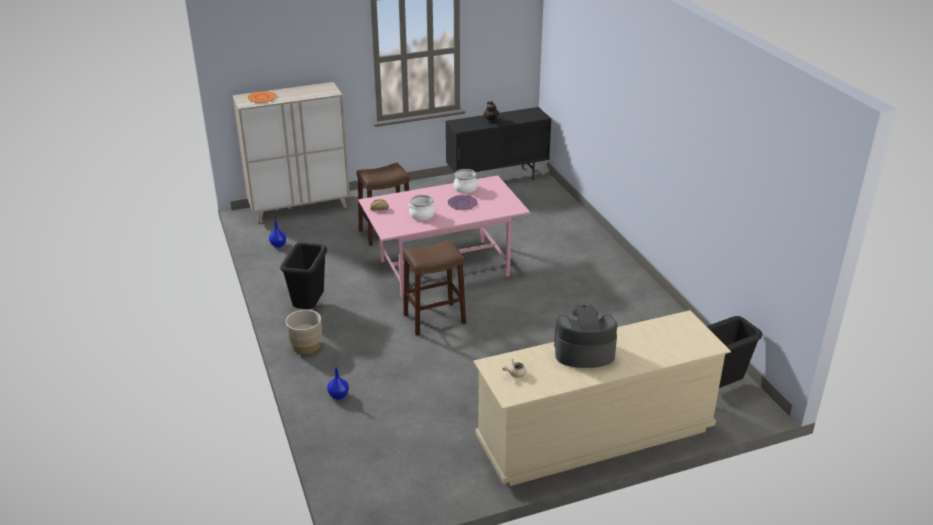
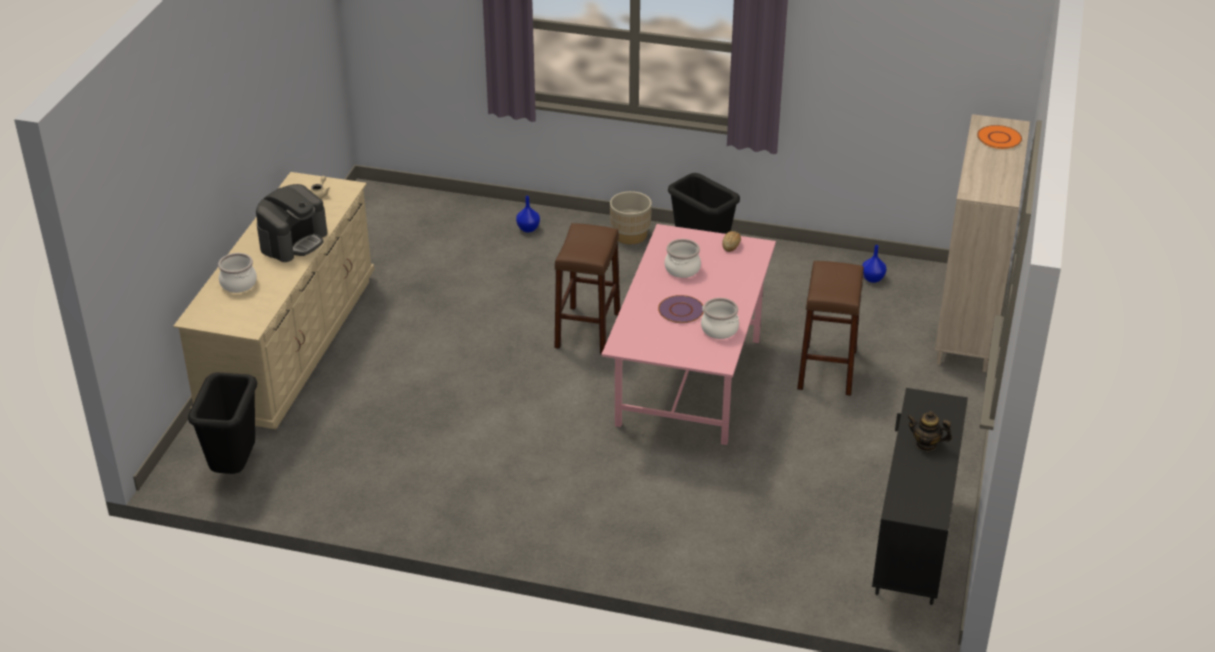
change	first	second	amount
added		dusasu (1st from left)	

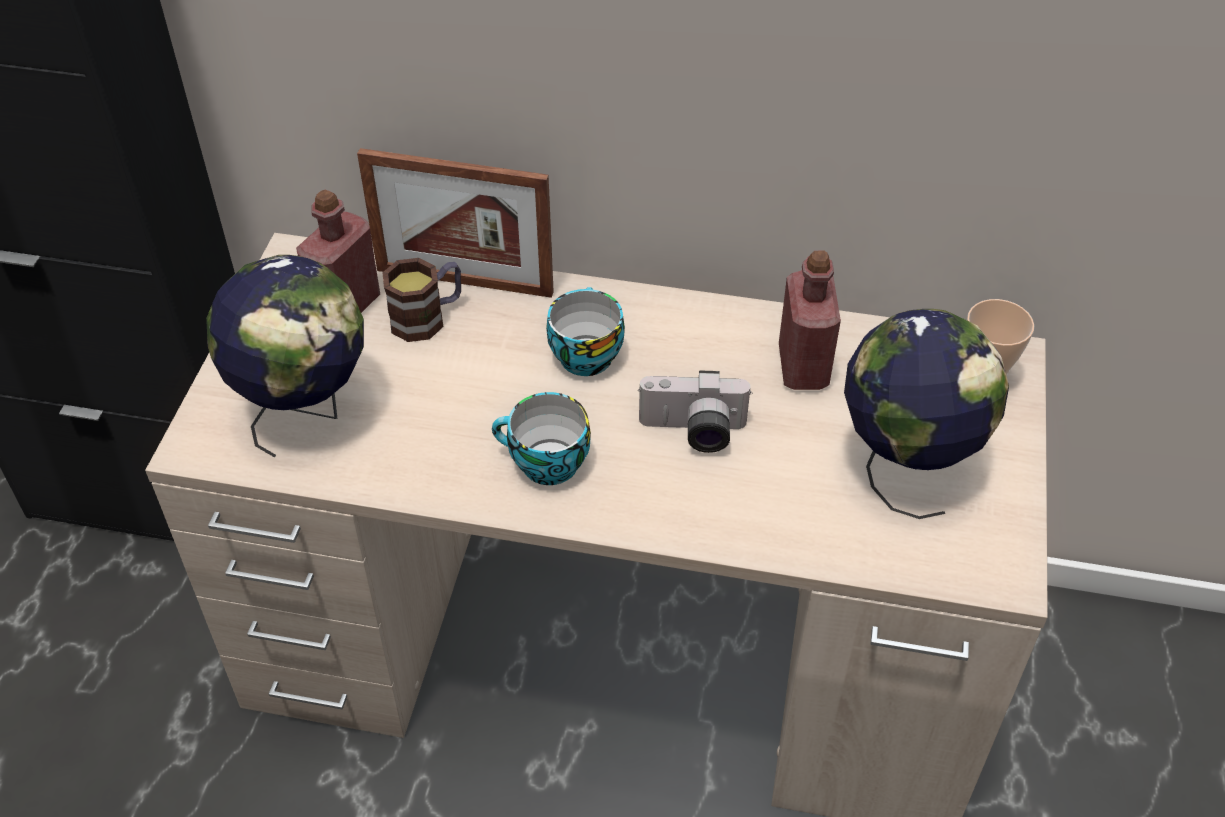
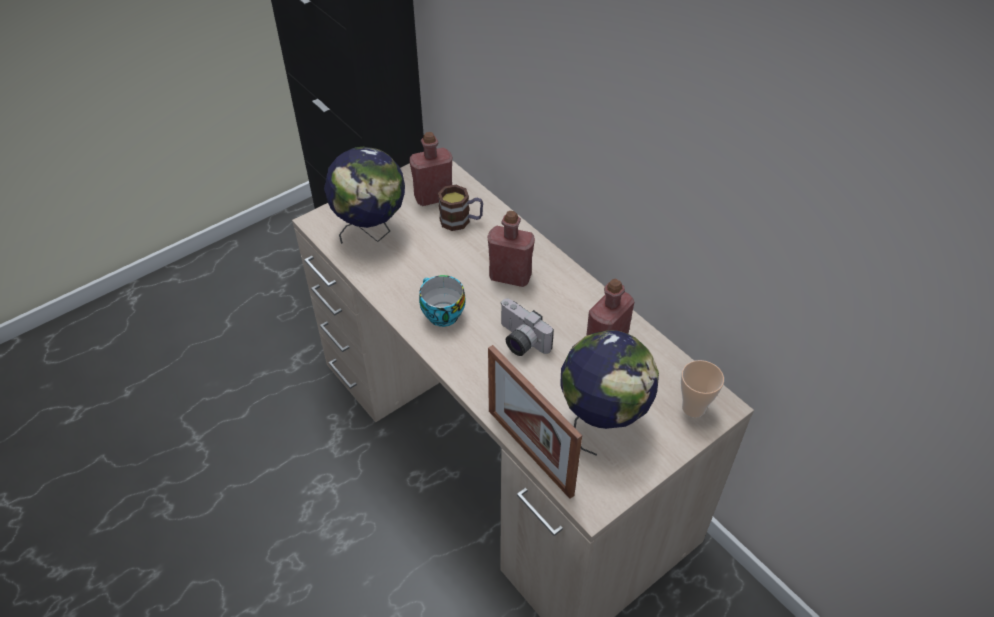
change	first	second	amount
replaced	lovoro (2nd from left)	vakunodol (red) (2nd from left)	
moved	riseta		

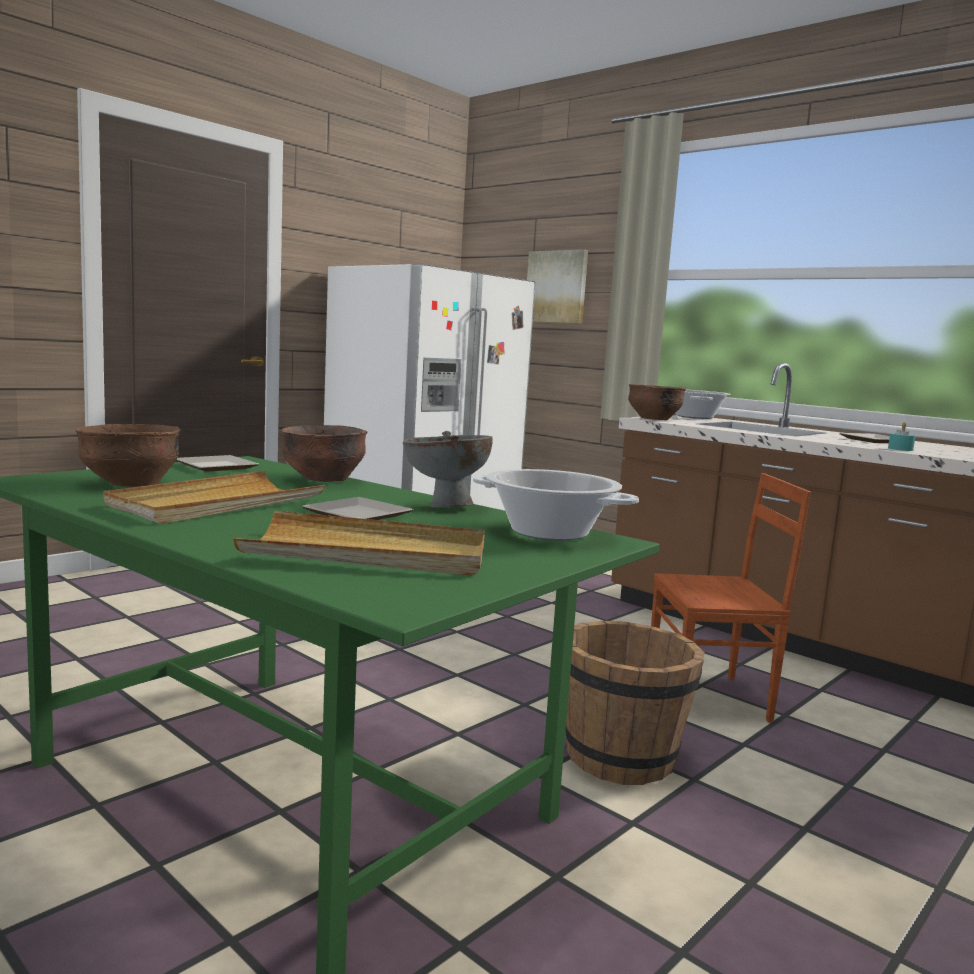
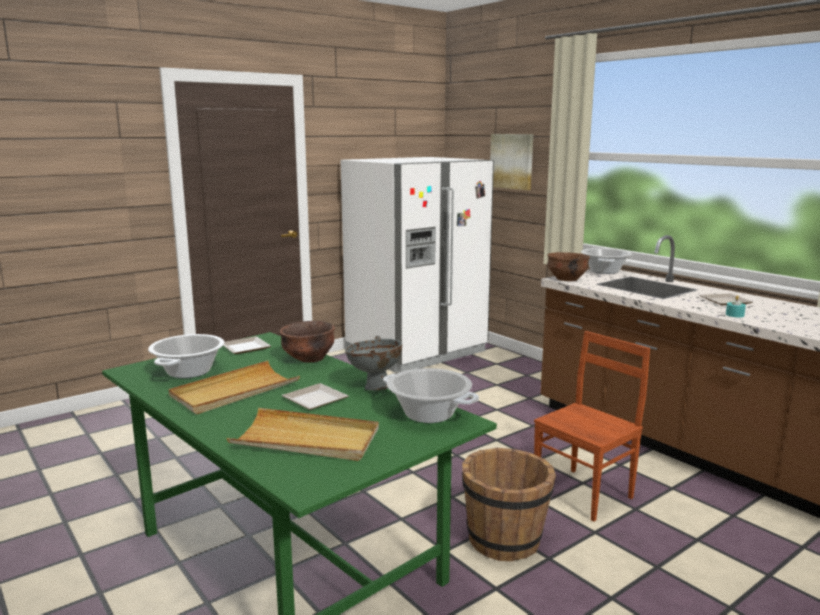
change	first	second	amount
replaced	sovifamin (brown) (1st from left)	dusasu (1st from left)	
turned	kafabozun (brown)		45 degrees counterclockwise

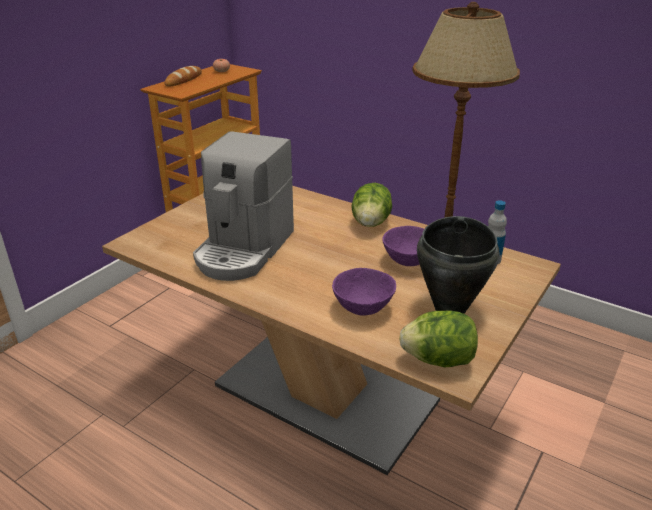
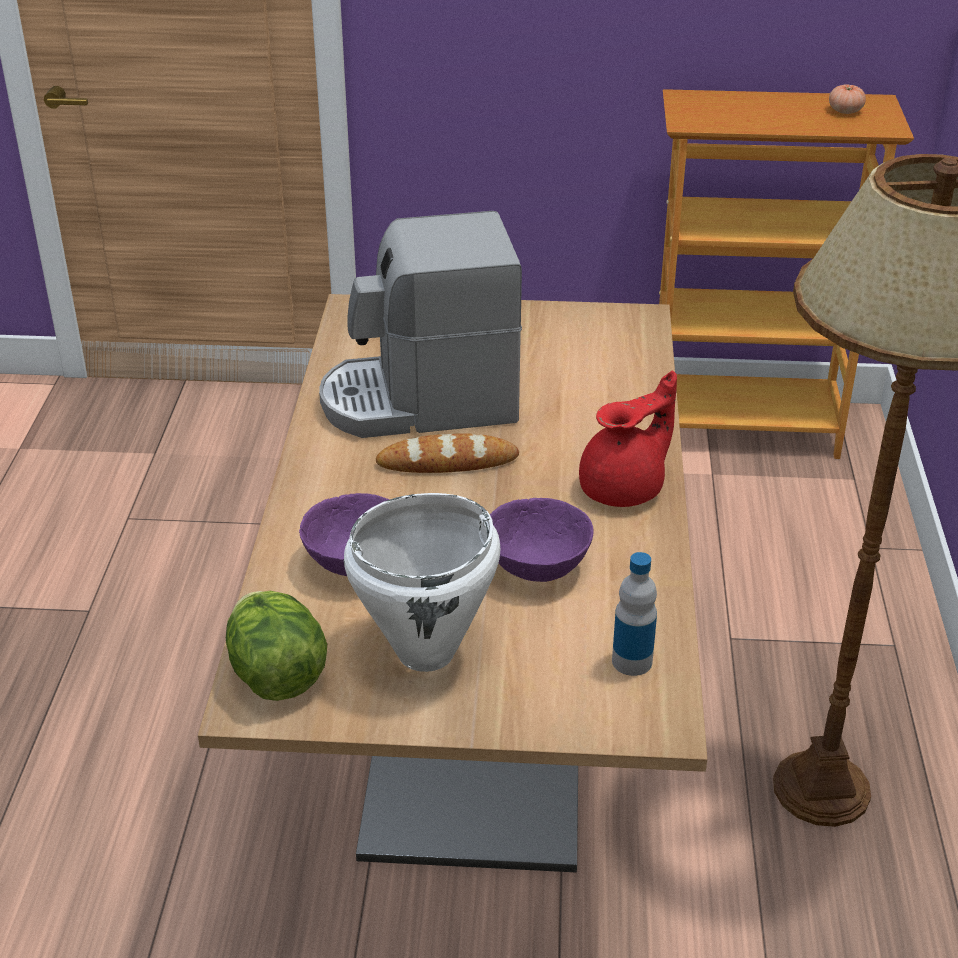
change	first	second	amount
recoloured	dusasu (black)	dusasu (white)	
moved	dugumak		
replaced	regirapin (1st from left)	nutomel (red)	

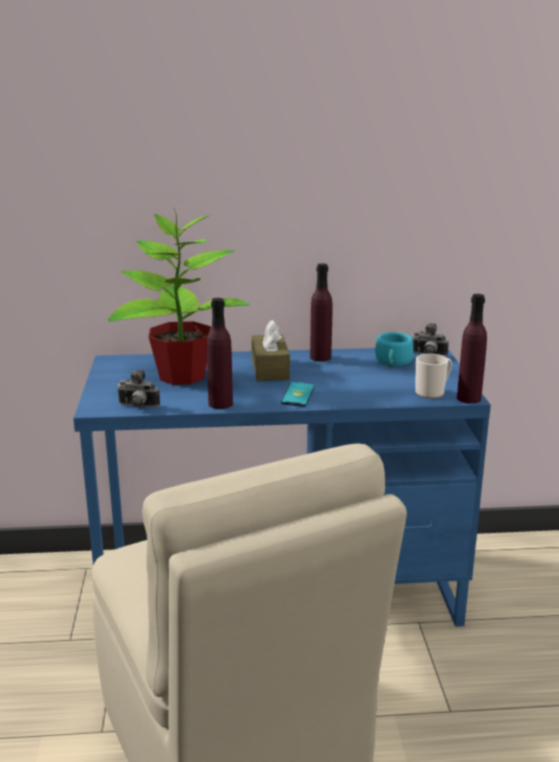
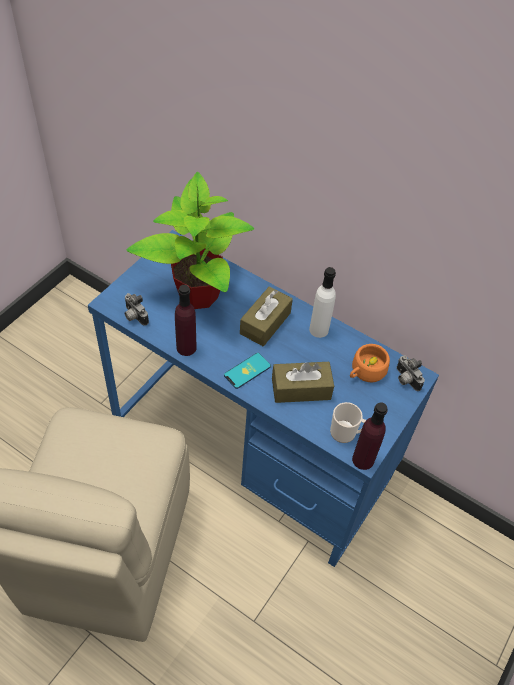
change	first	second	amount
added		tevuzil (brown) (2nd from left)	
recoloured	vakunodol (purple) (2nd from left)	vakunodol (white)	
recoloured	lovoro (turquoise)	lovoro (orange)	

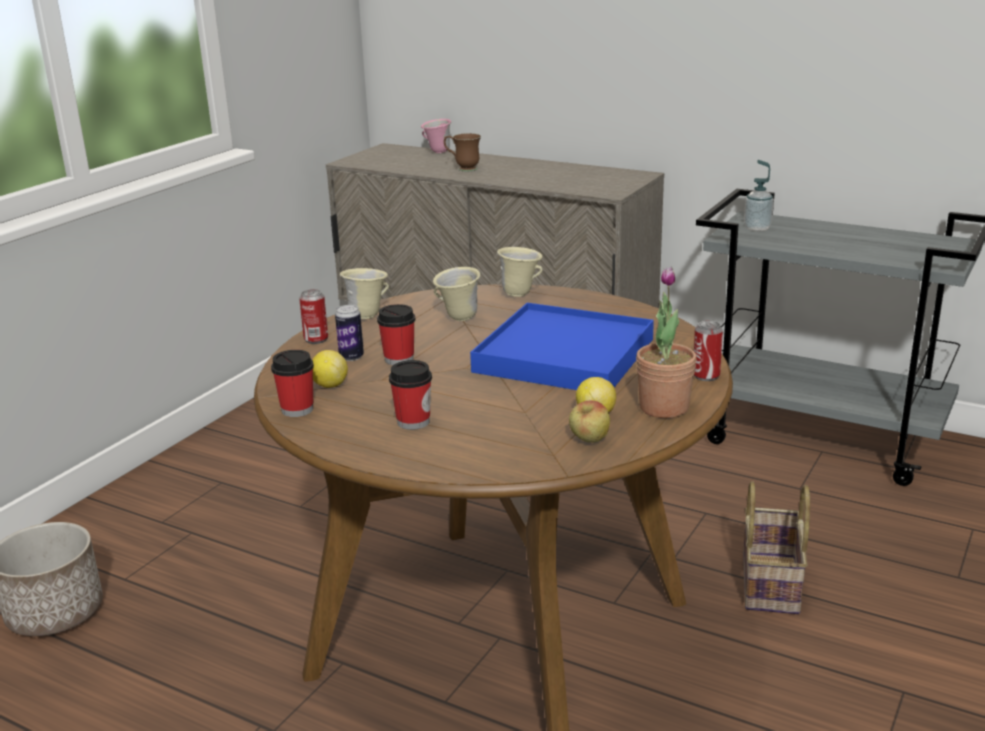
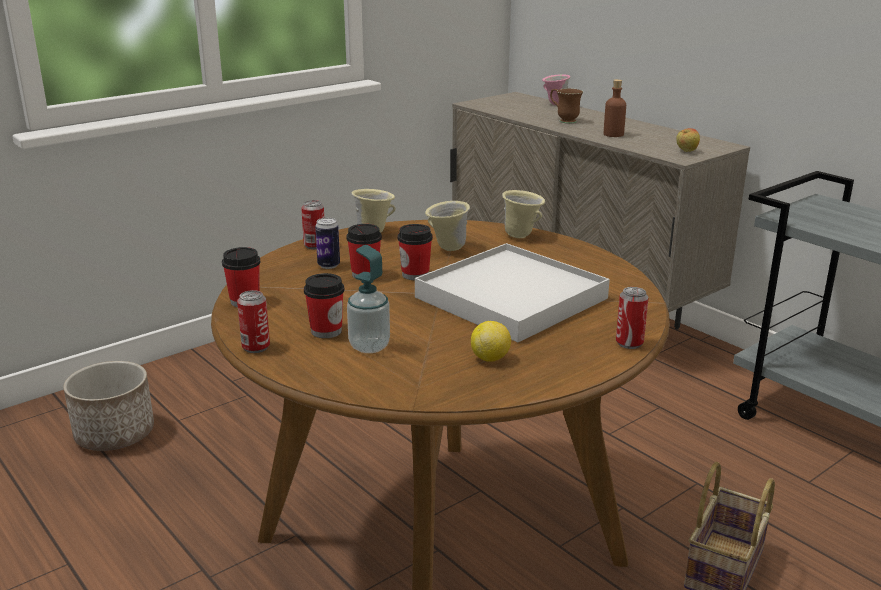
change	first	second	amount
added		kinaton (1st from left)	
moved	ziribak		
added		lovoro (4th from left)	
recoloured	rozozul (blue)	rozozul (white)	
added		vakunodol (brown)	
moved	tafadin		
removed	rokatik (1st from left)		
removed	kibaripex		

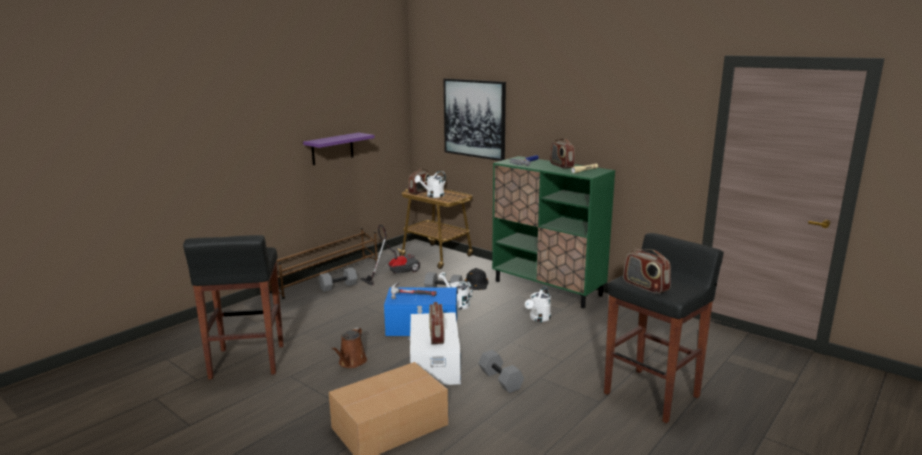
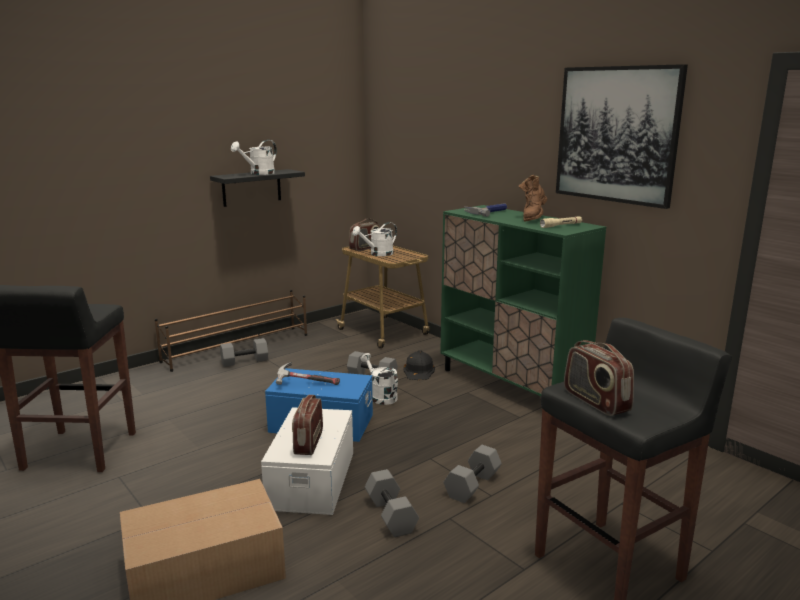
change	first	second	amount
recoloured	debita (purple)	debita (black)	
moved	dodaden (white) (3rd from left in the first image)	dodaden (white) (1st from left)	
added		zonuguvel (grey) (4th from left)	
replaced	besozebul (3rd from left)	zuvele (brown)	
moved	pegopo		
removed	dodaden (brown)		
removed	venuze		

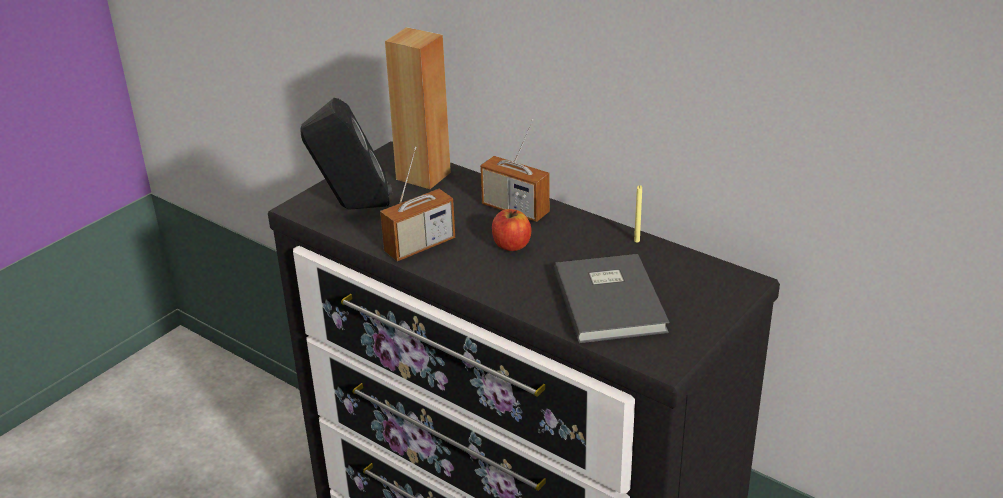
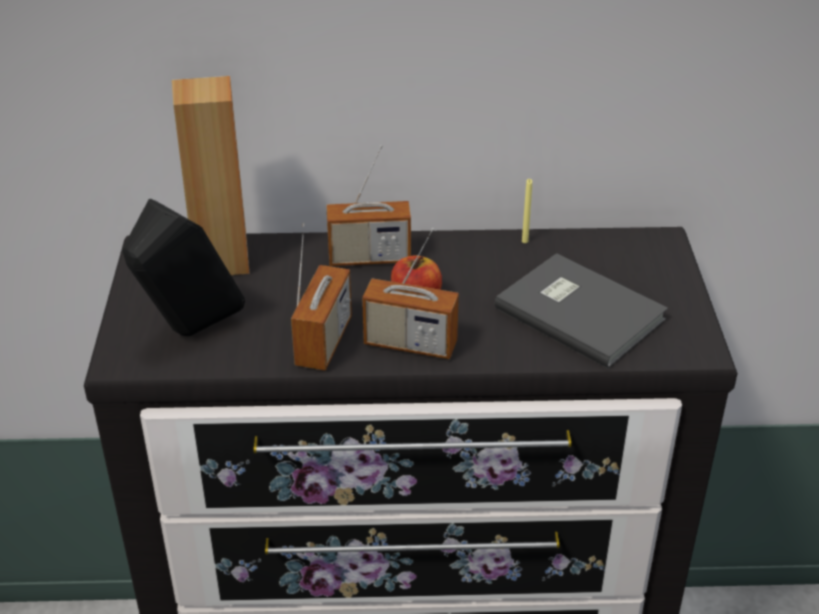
change	first	second	amount
added		besozebul (3rd from left)	

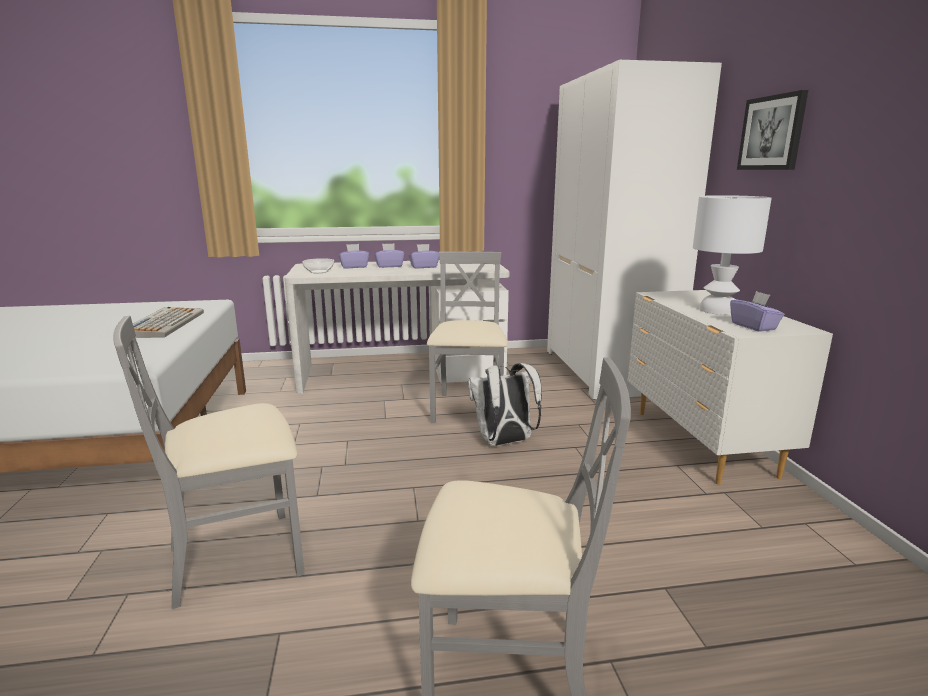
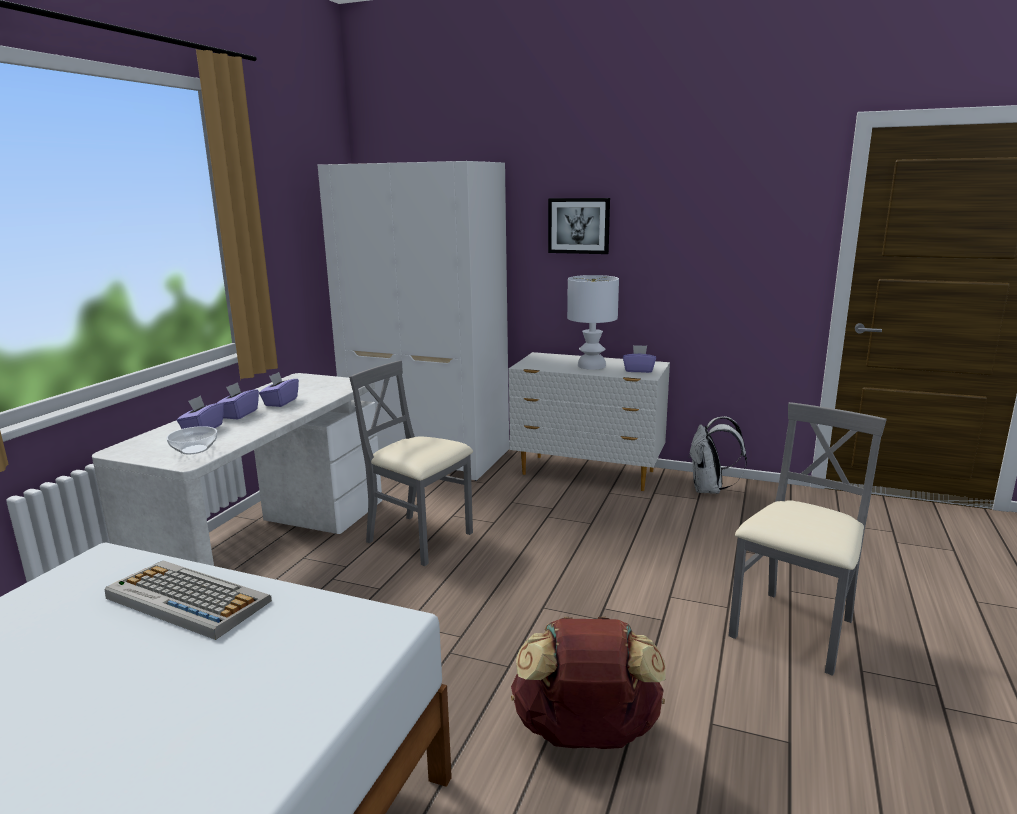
change	first	second	amount
replaced	kafabozun (grey) (1st from left)	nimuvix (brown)	
moved	nimuvix (white)		

